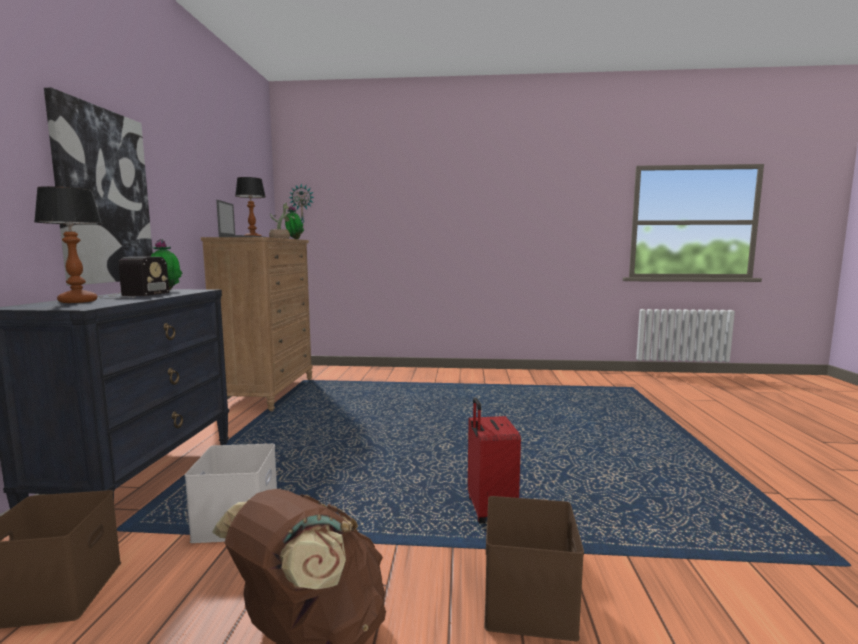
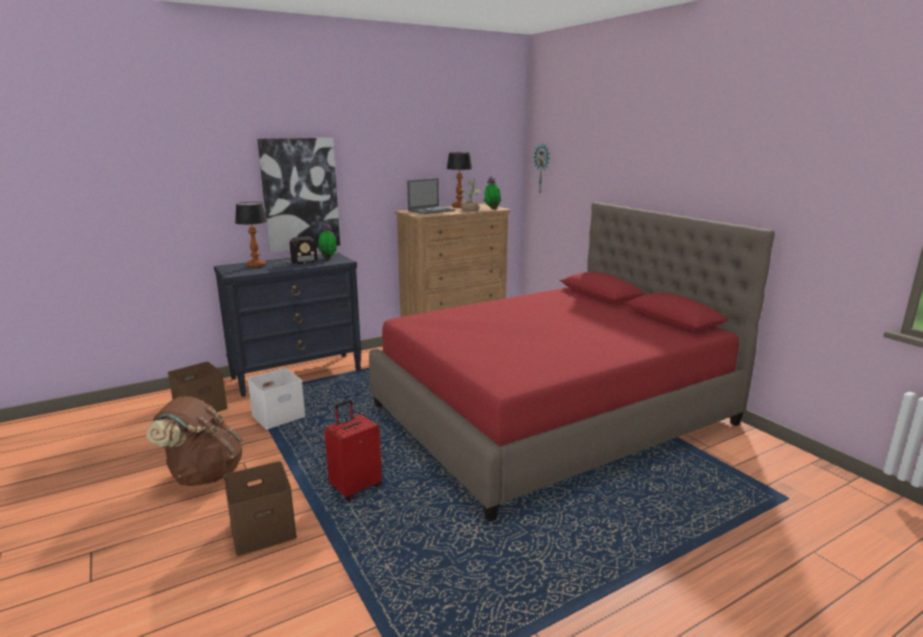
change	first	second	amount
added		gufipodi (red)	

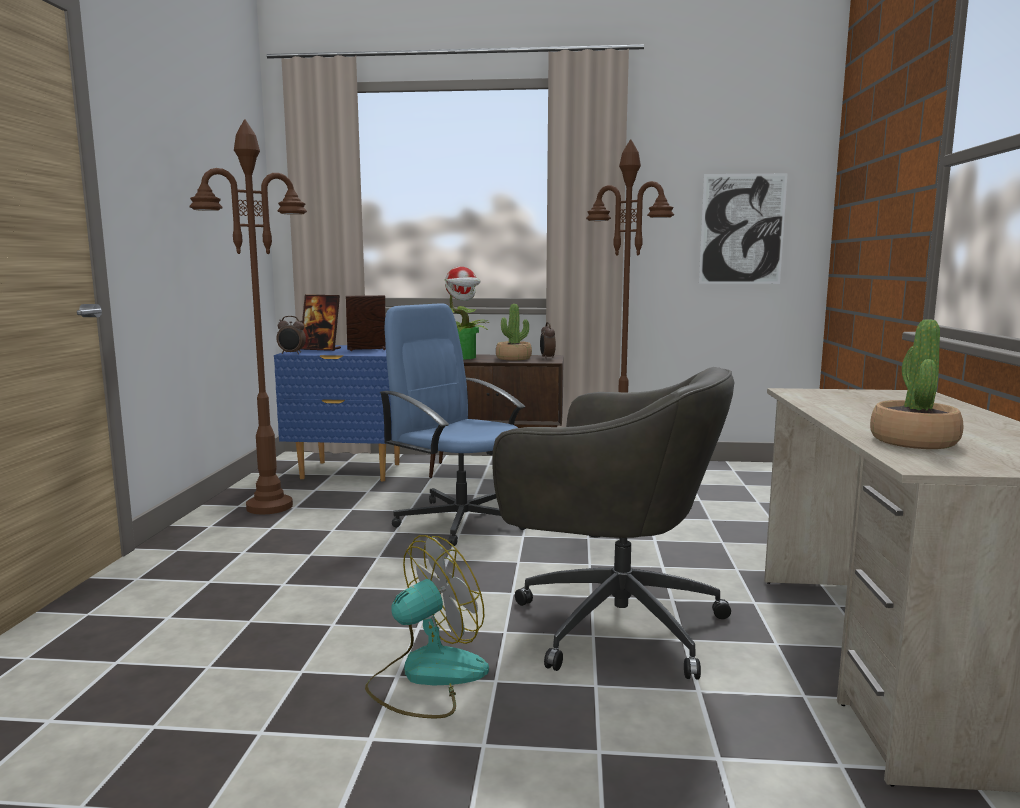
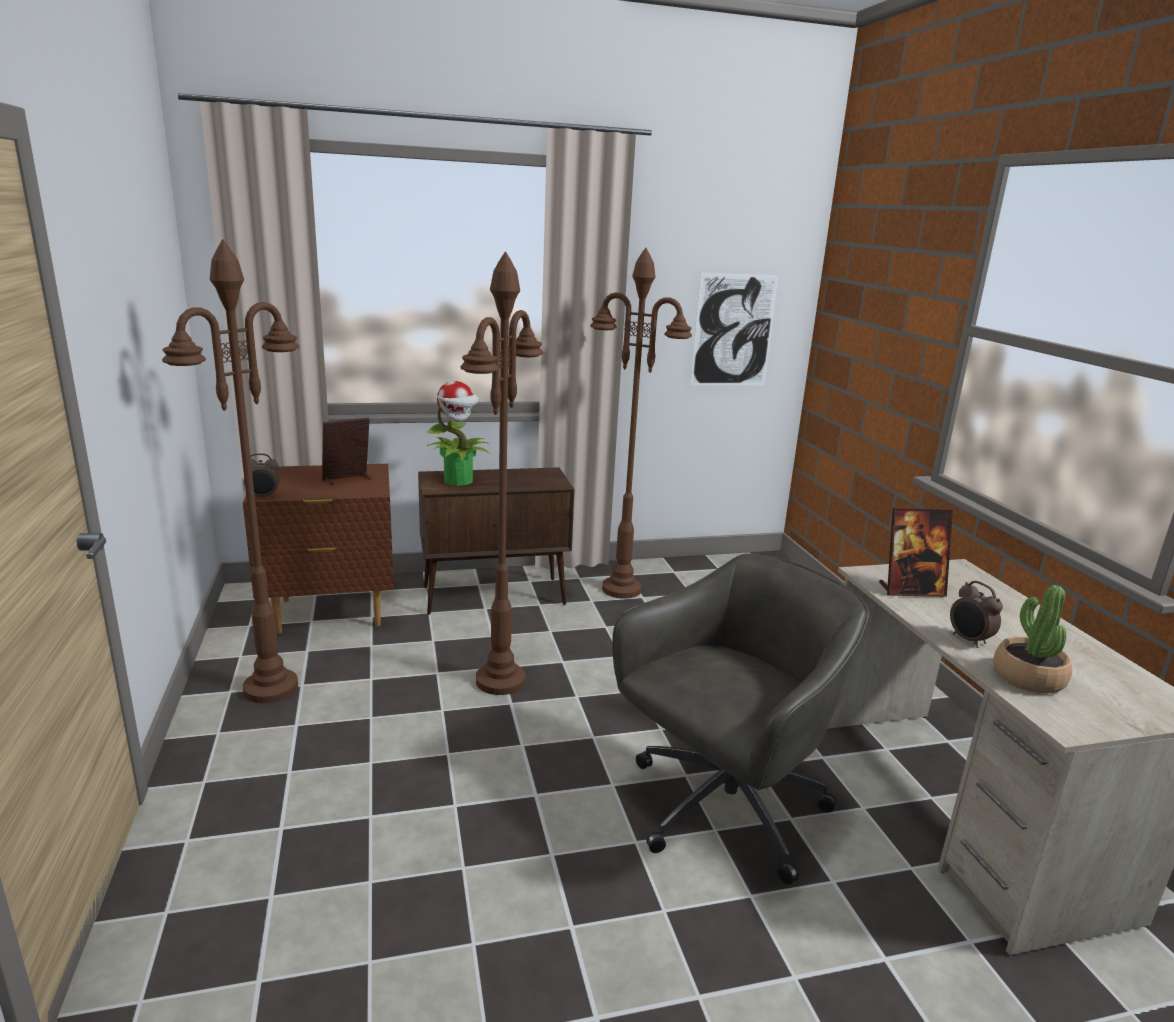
change	first	second	amount
recoloured	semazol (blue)	semazol (brown)	
replaced	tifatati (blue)	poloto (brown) (2nd from left)	
turned	tifatati (grey)		45 degrees counterclockwise
moved	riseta (1st from left in the first image)	riseta (2nd from left)	
moved	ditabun (2nd from left)		
removed	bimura		
removed	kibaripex (2nd from left)		

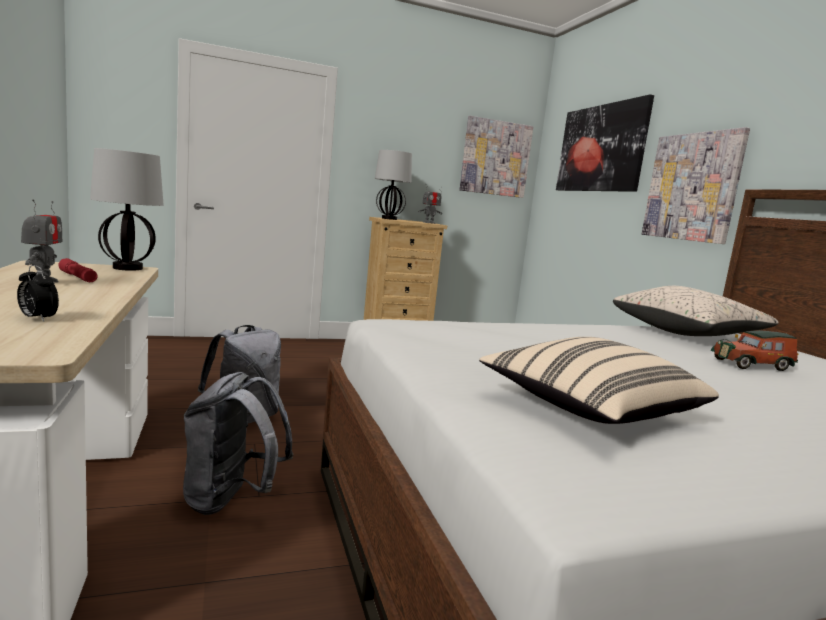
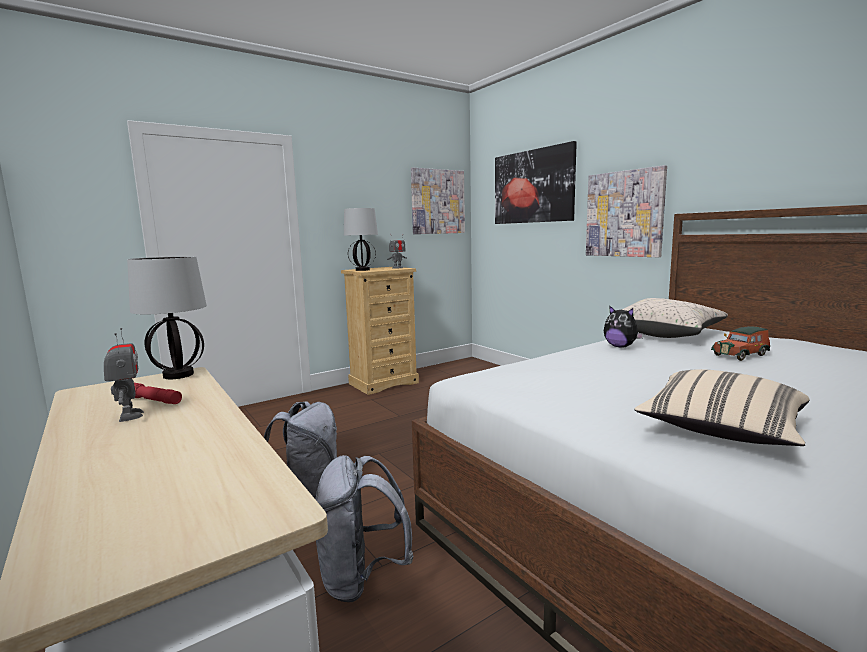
change	first	second	amount
added		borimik	
removed	ditabun		

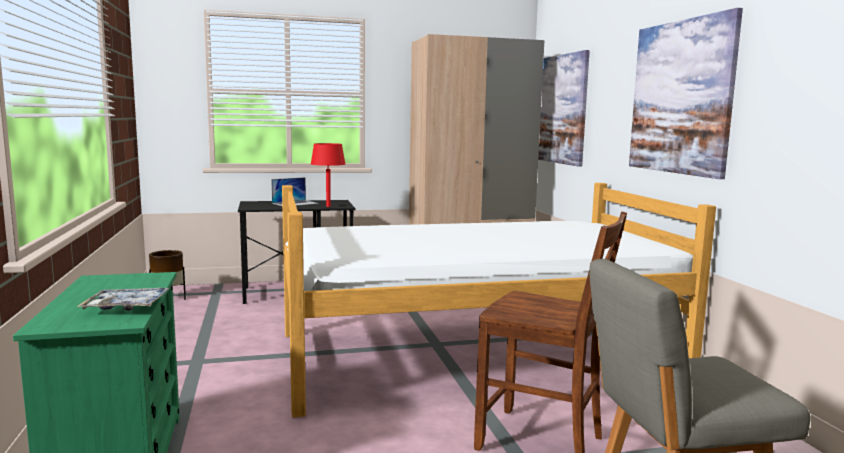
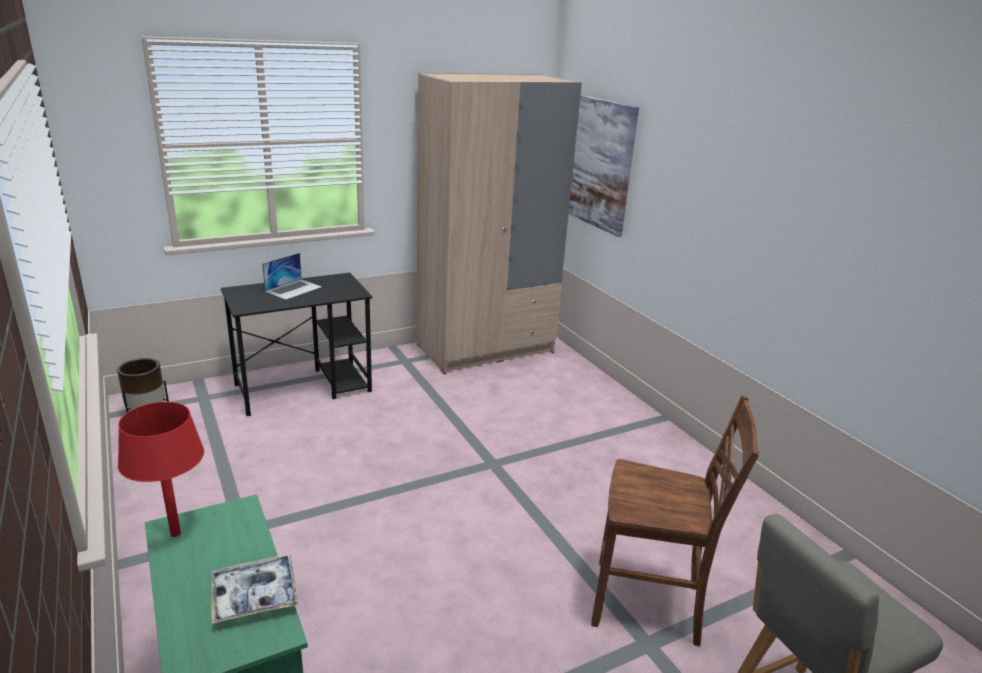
change	first	second	amount
moved	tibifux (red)		
removed	gufipodi		
removed	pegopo (2nd from left)		

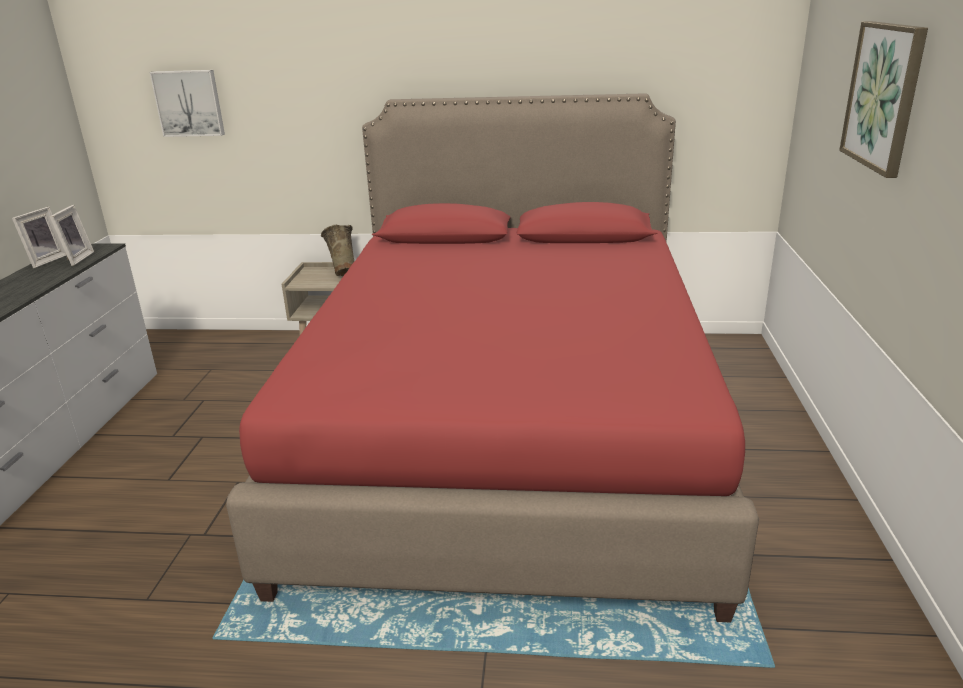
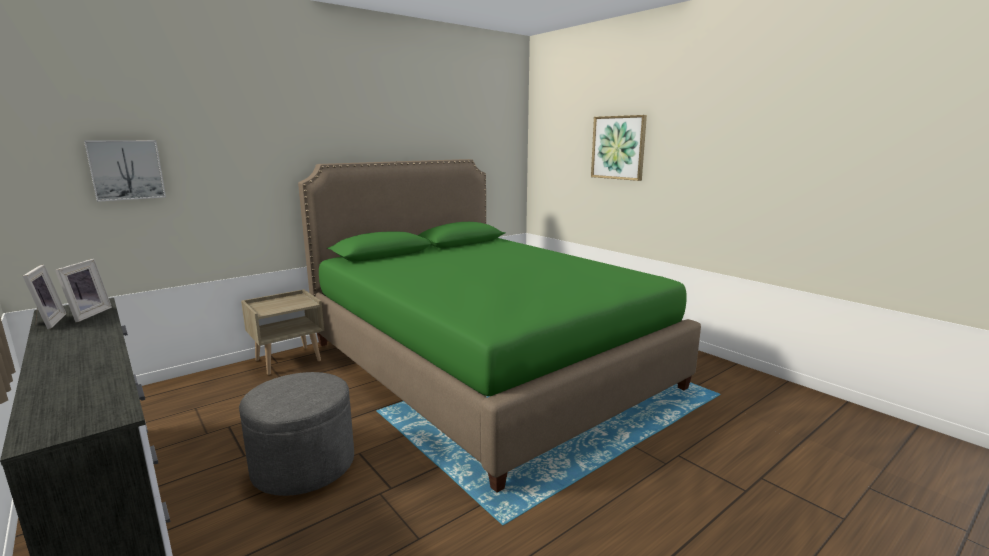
change	first	second	amount
turned	riseta (2nd from left)		45 degrees clockwise
added		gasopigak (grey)	
recoloured	gufipodi (red)	gufipodi (green)	
removed	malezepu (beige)		

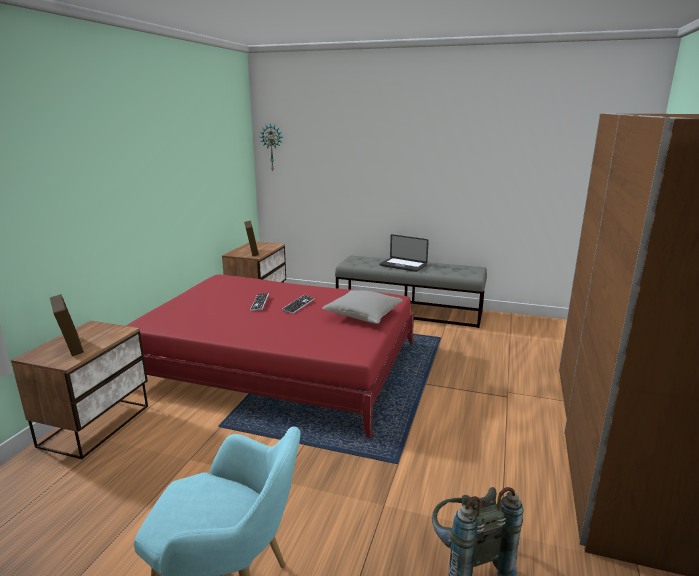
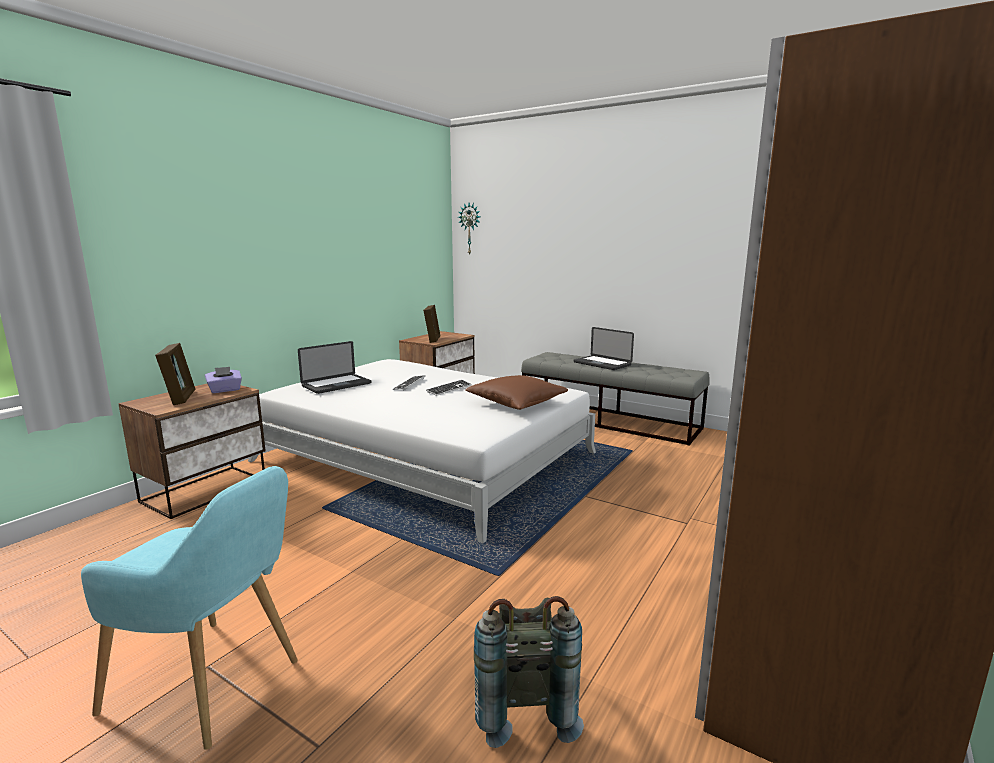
change	first	second	amount
added		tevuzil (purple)	
recoloured	gufipodi (red)	gufipodi (white)	
added		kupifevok (1st from left)	
recoloured	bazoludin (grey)	bazoludin (brown)	

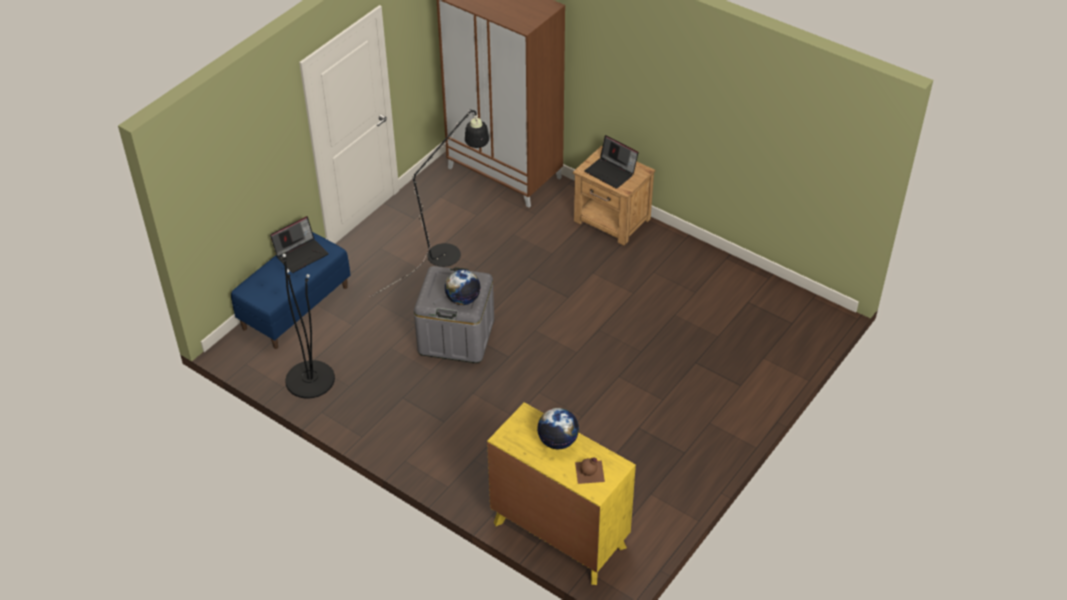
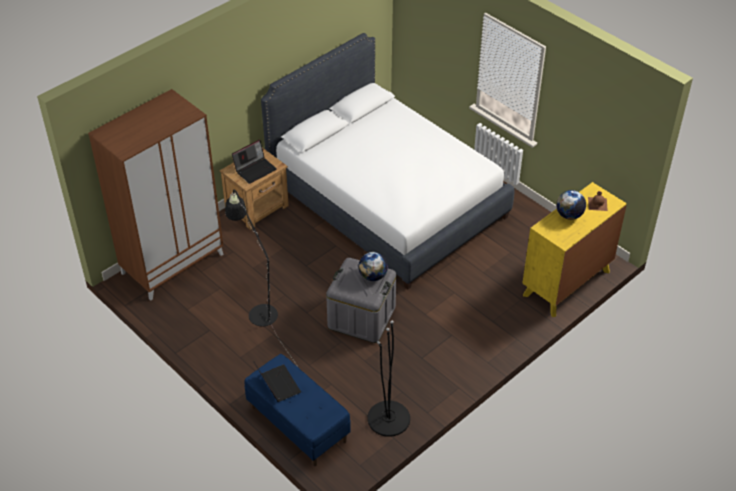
change	first	second	amount
added		gufipodi (white)	

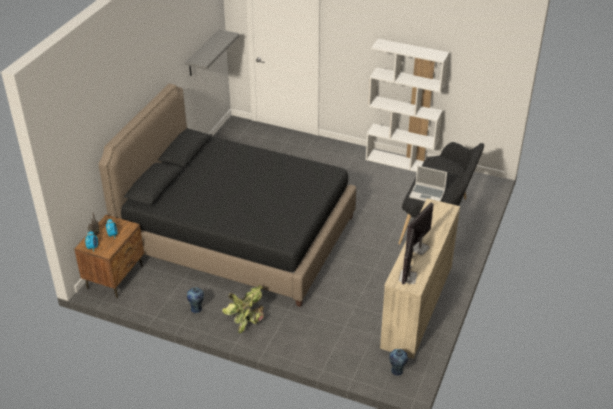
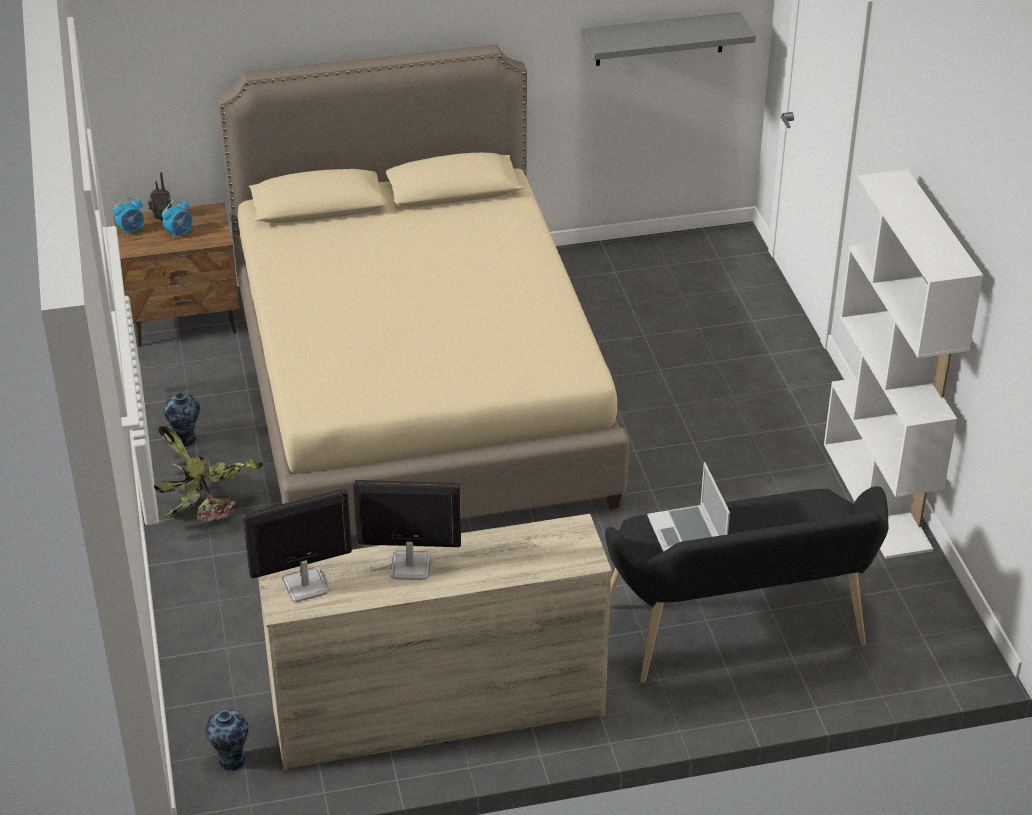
change	first	second	amount
recoloured	gufipodi (black)	gufipodi (beige)	

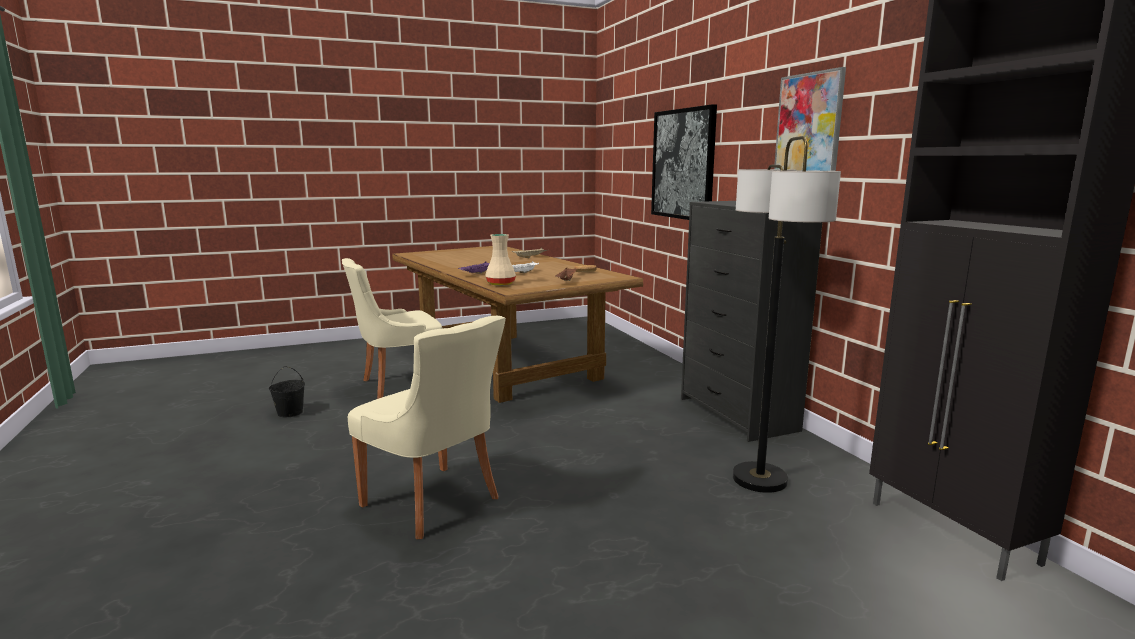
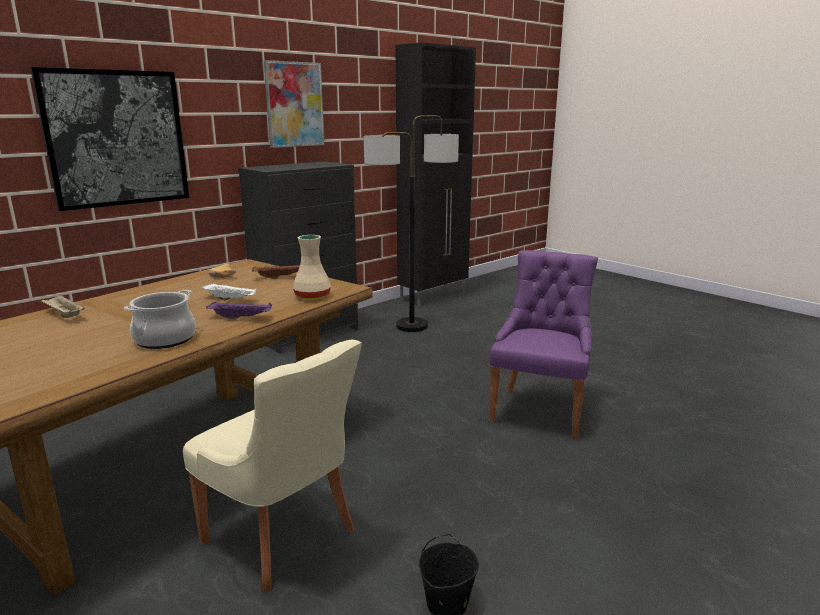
change	first	second	amount
added		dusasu	
recoloured	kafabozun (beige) (2nd from left)	kafabozun (purple)	

